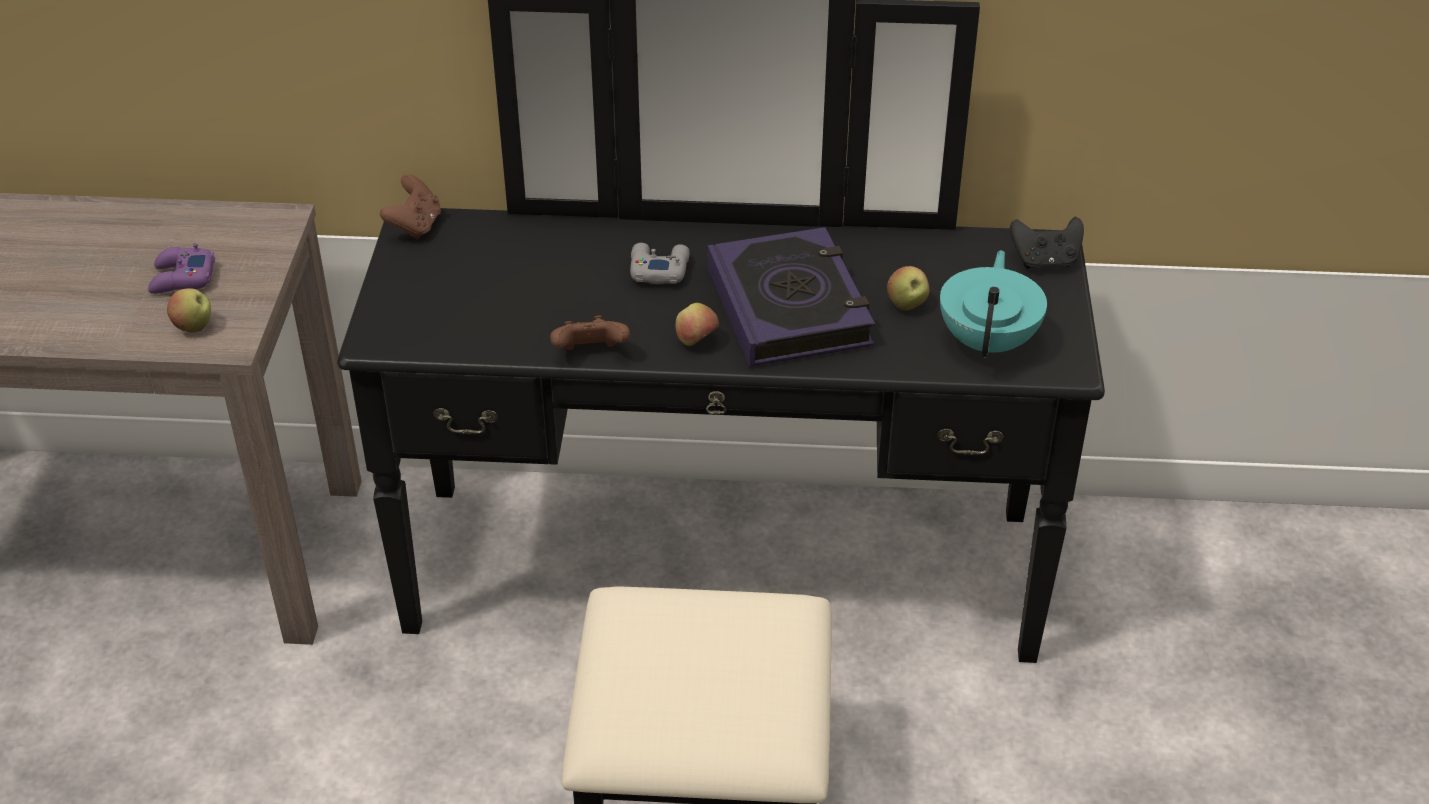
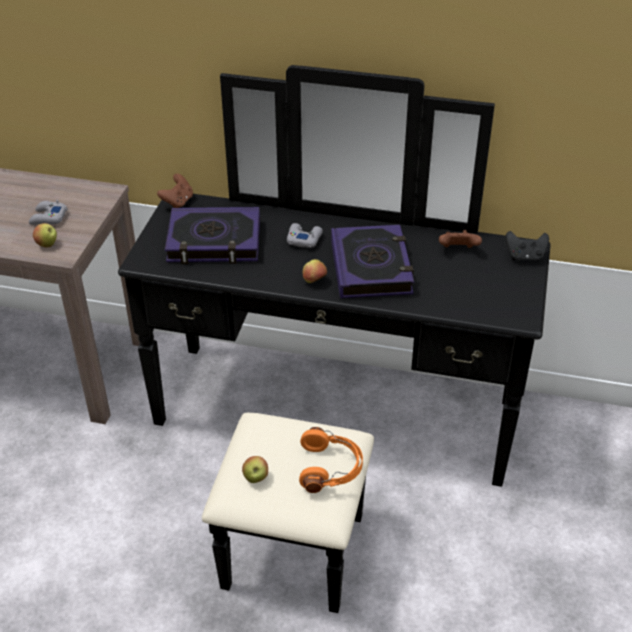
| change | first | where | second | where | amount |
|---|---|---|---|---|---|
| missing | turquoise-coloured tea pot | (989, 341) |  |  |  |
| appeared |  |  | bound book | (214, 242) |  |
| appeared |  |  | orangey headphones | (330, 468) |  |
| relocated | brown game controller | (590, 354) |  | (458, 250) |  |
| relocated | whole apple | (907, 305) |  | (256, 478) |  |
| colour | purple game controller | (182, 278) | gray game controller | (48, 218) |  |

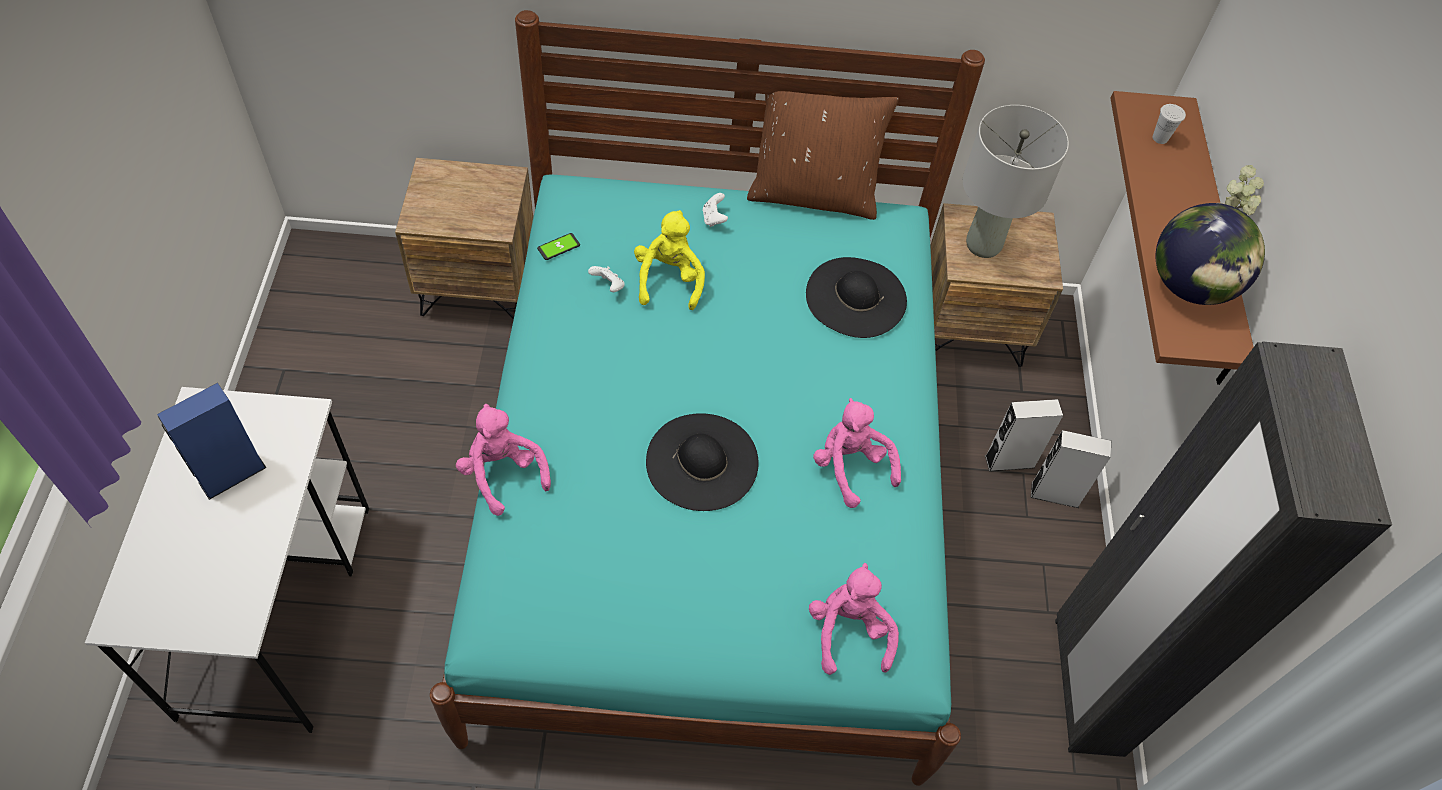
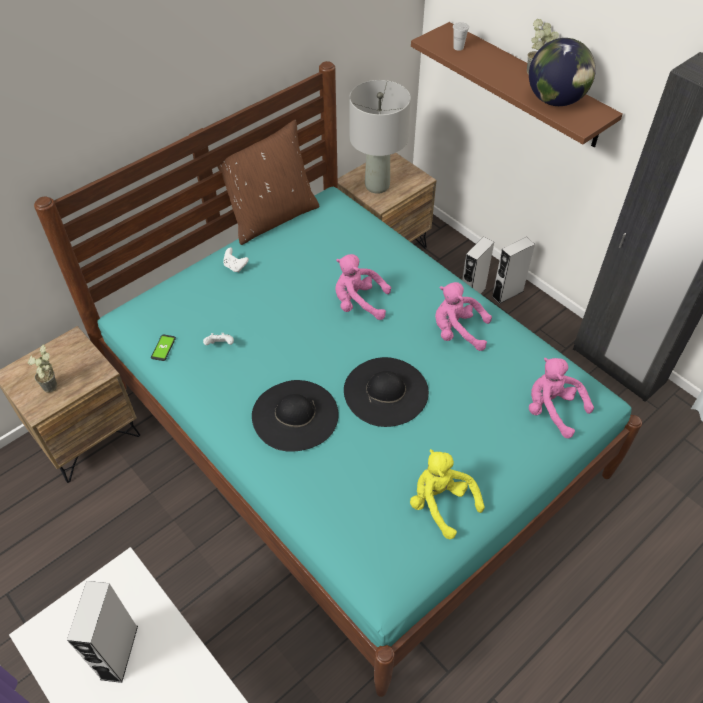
| change | first | where | second | where | amount |
|---|---|---|---|---|---|
| appeared |  |  | houseplant | (53, 389) |  |
| relocated | pinkish soft toy | (502, 473) |  | (358, 303) |  |
| relocated | yellowish soft toy | (669, 279) |  | (440, 503) |  |
| relocated | black hat | (855, 297) |  | (295, 415) |  |
| colour | blue audio speaker | (232, 475) | gray audio speaker | (119, 652) |  |

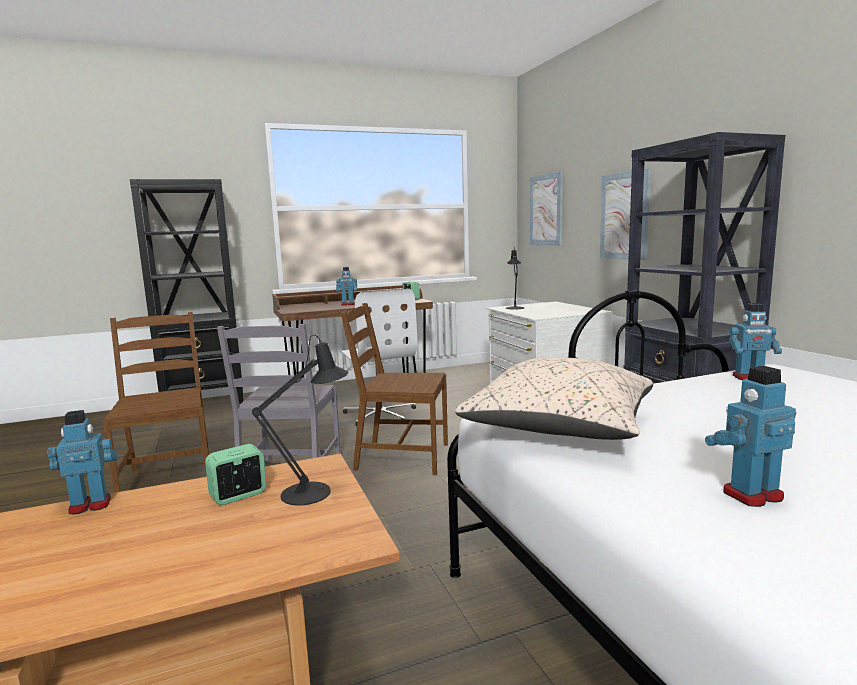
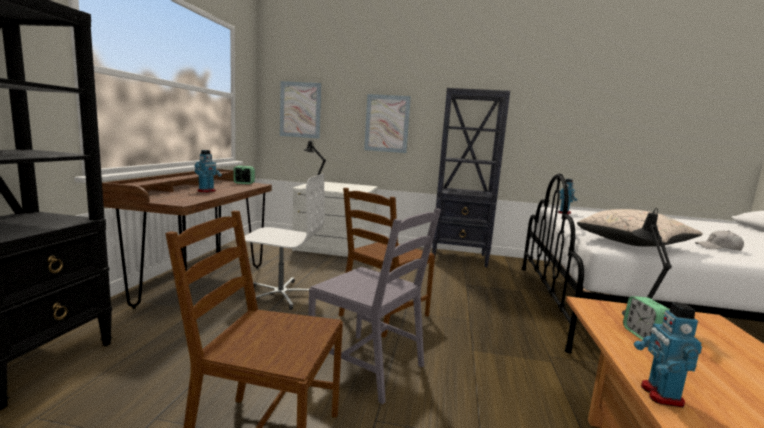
| change | first | where | second | where | amount |
|---|---|---|---|---|---|
| exchanged | toy robot | (751, 494) | whitish baseball cap | (718, 248) |  |

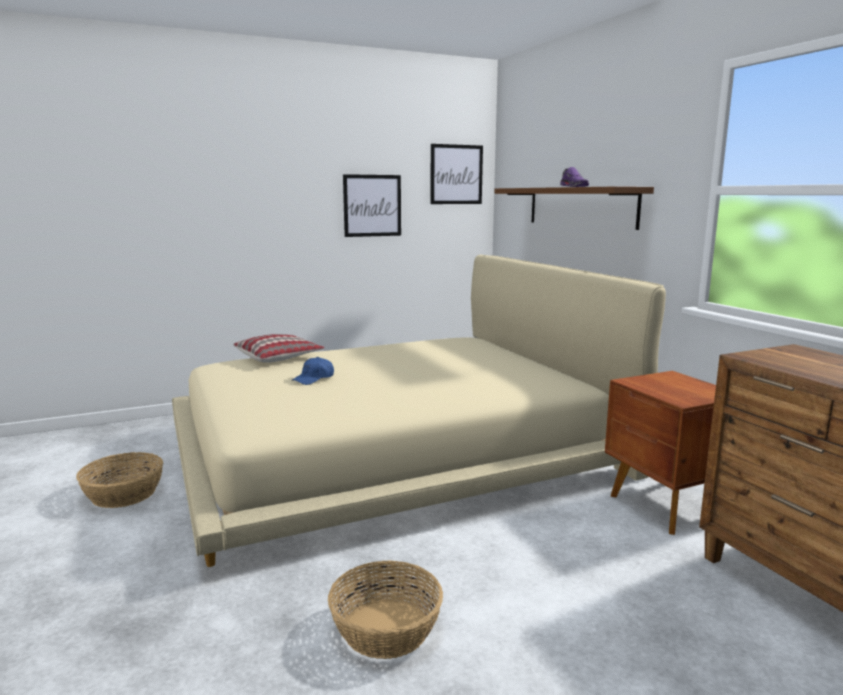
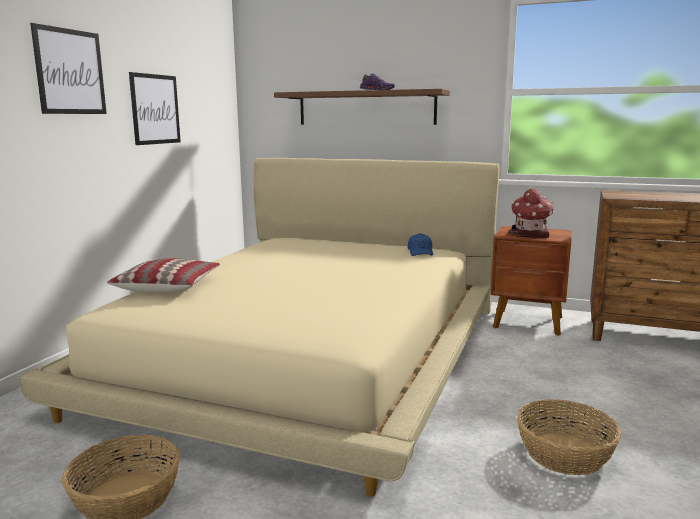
| change | first | where | second | where | amount |
|---|---|---|---|---|---|
| appeared |  |  | miniature house | (530, 234) |  |
| relocated | blue baseball cap | (314, 379) |  | (420, 252) |  |
| relocated | wall art | (456, 174) |  | (70, 72) |  |

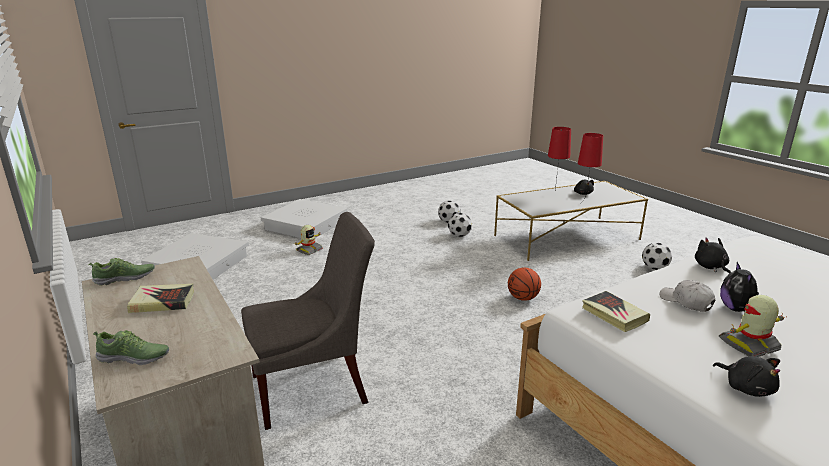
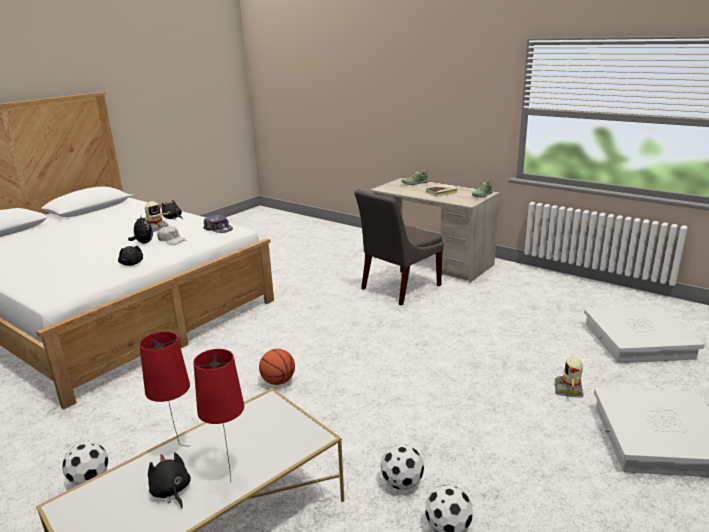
| change | first | where | second | where | amount |
|---|---|---|---|---|---|
| exchanged | bound book | (614, 315) | baseball cap | (218, 229) |  |

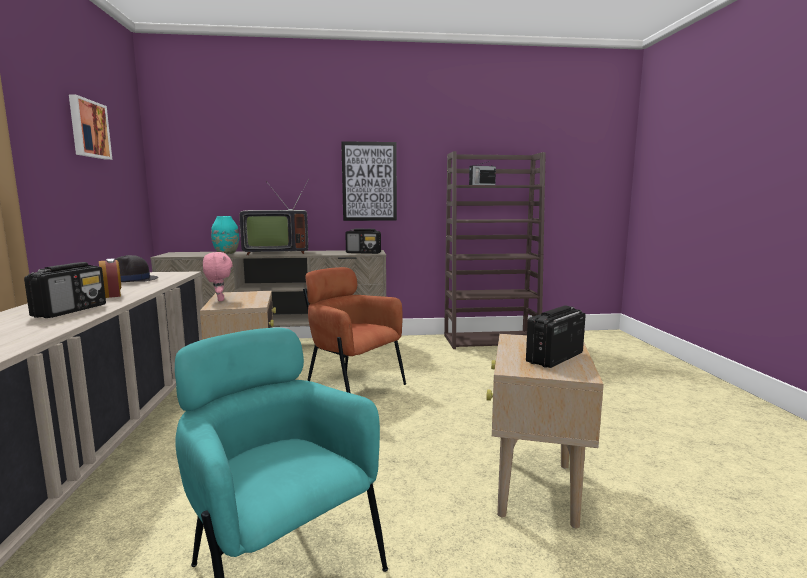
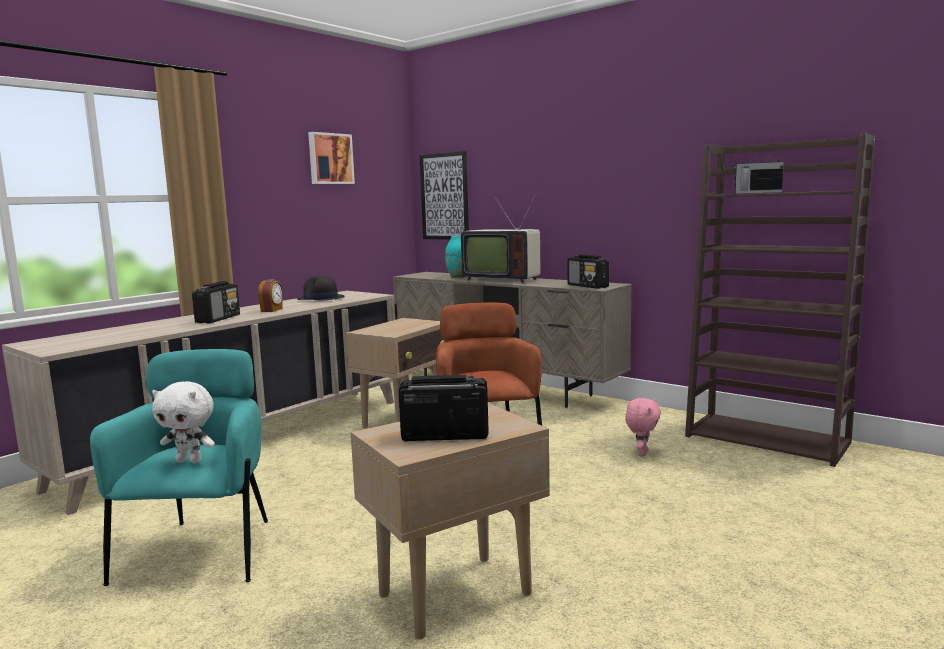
| change | first | where | second | where | amount |
|---|---|---|---|---|---|
| appeared |  |  | whitish soft toy | (190, 461) |  |
| relocated | pinkish soft toy | (219, 300) |  | (641, 453) |  |
| relocated | wall art | (369, 181) |  | (444, 196) |  |
| spun | radio set | (71, 310) |  | (218, 319) | 45 degrees counterclockwise |

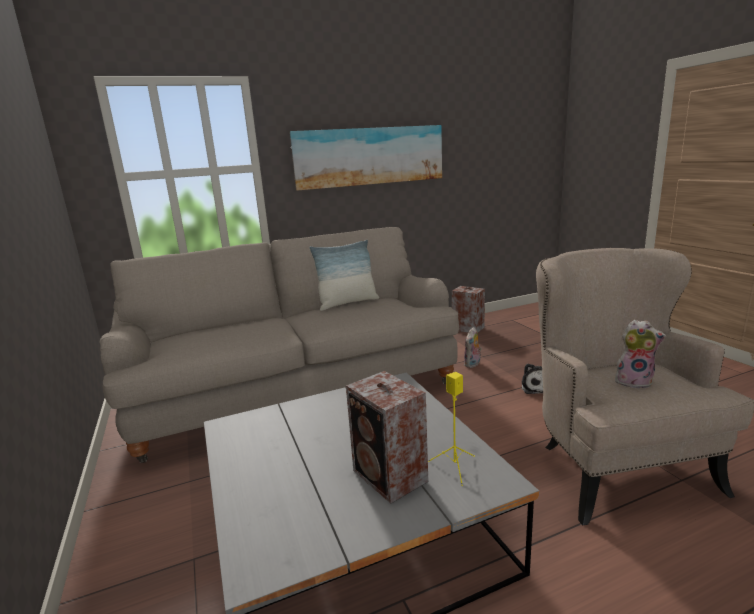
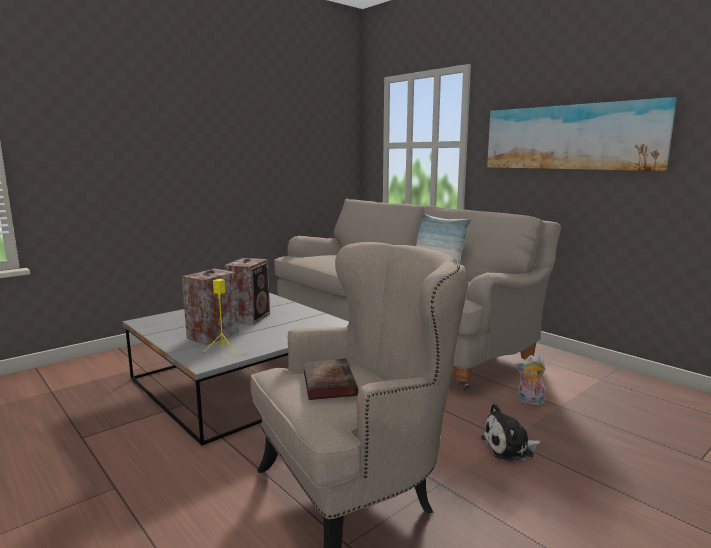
| change | first | where | second | where | amount |
|---|---|---|---|---|---|
| relocated | audio speaker | (467, 328) |  | (250, 317) |  |
| exchanged | soft toy | (634, 381) | bound book | (328, 382) |  |

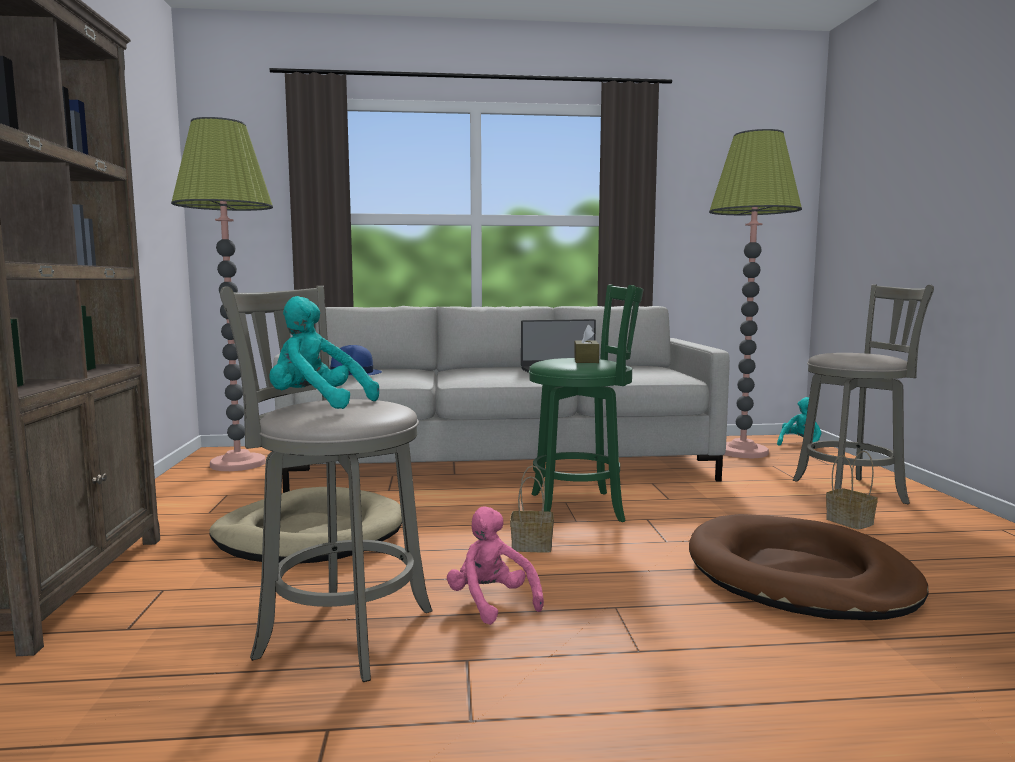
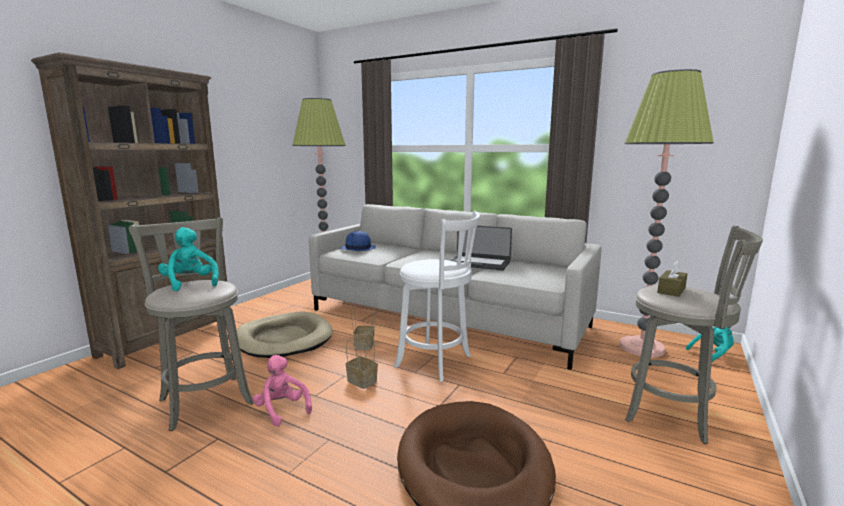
| change | first | where | second | where | amount |
|---|---|---|---|---|---|
| relocated | brown box of tissues | (586, 360) |  | (671, 290) |  |
| relocated | basket | (847, 521) |  | (364, 345) |  |
| colour | green stool | (582, 507) | whitish stool | (437, 362) |  |
| spun | pinkish soft toy | (491, 603) |  | (282, 410) | 45 degrees counterclockwise |

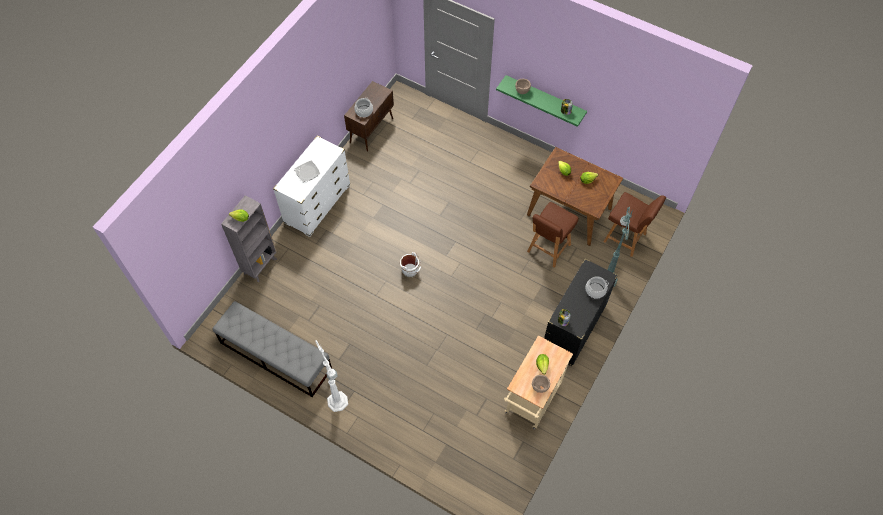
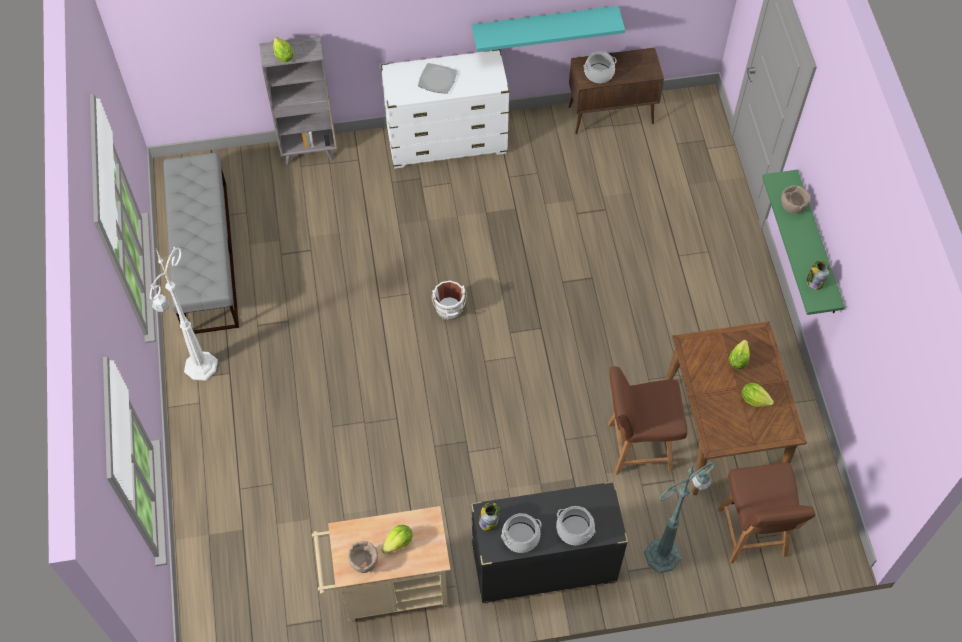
| change | first | where | second | where | amount |
|---|---|---|---|---|---|
| appeared |  |  | turquoise-coloured bracket shelf | (544, 24) |  |
| appeared |  |  | saucepot | (520, 536) |  |

